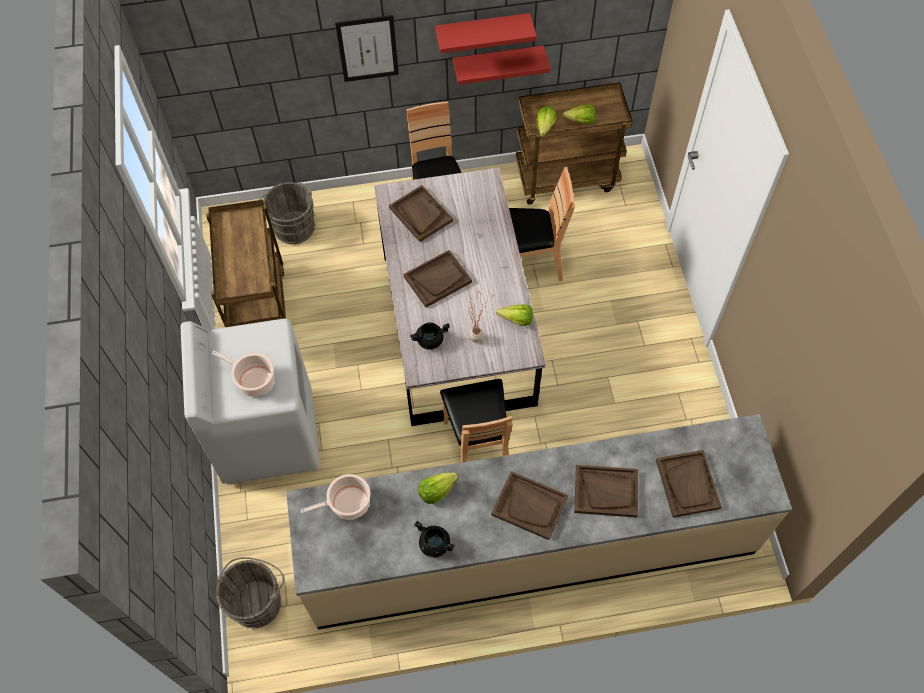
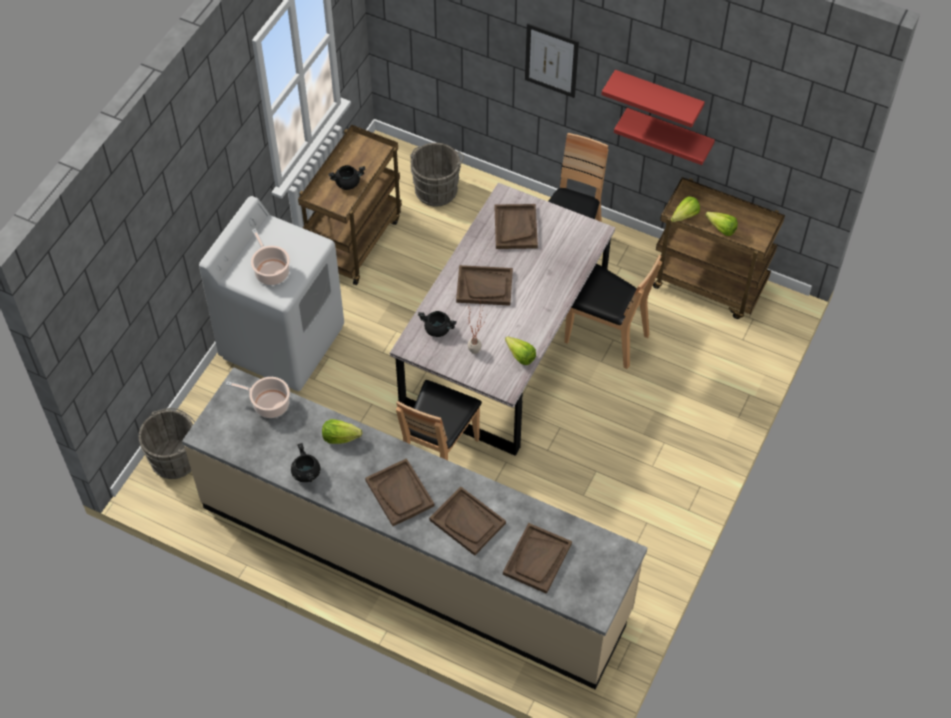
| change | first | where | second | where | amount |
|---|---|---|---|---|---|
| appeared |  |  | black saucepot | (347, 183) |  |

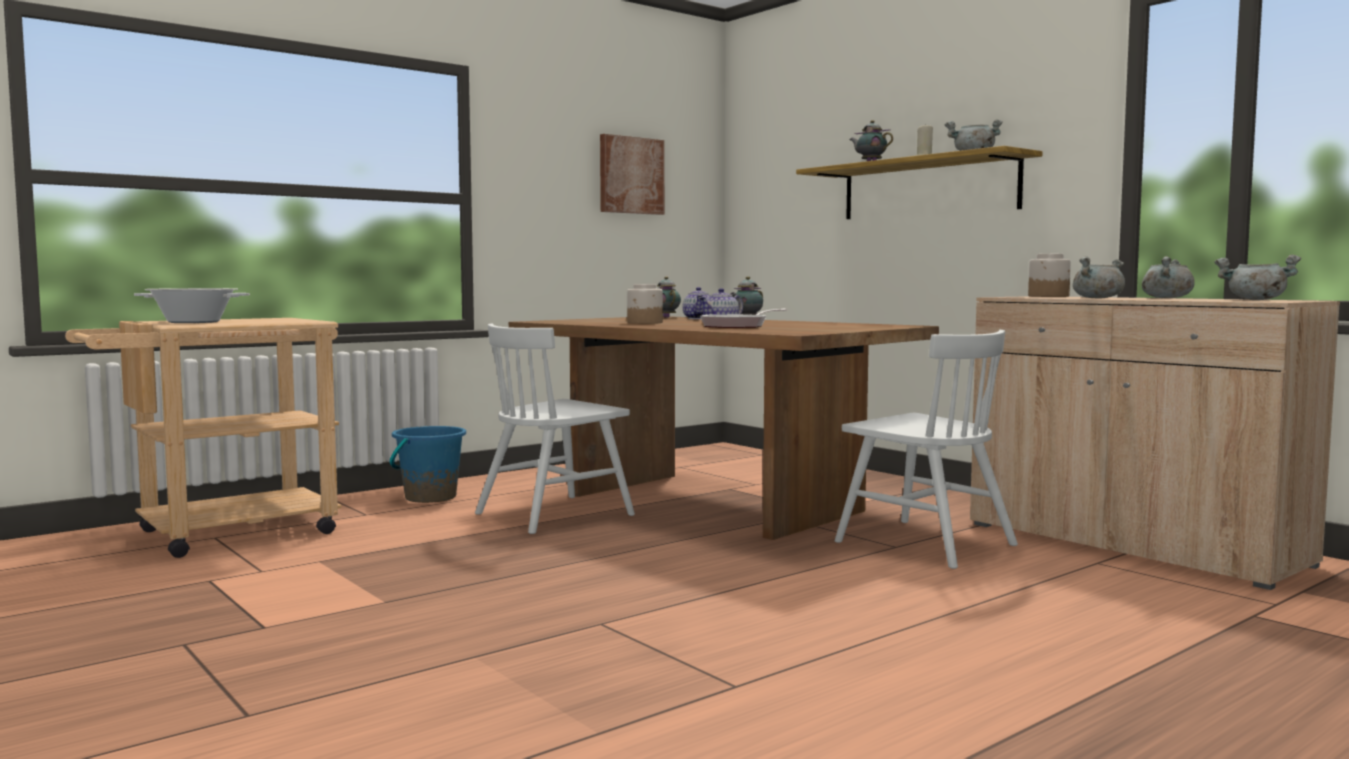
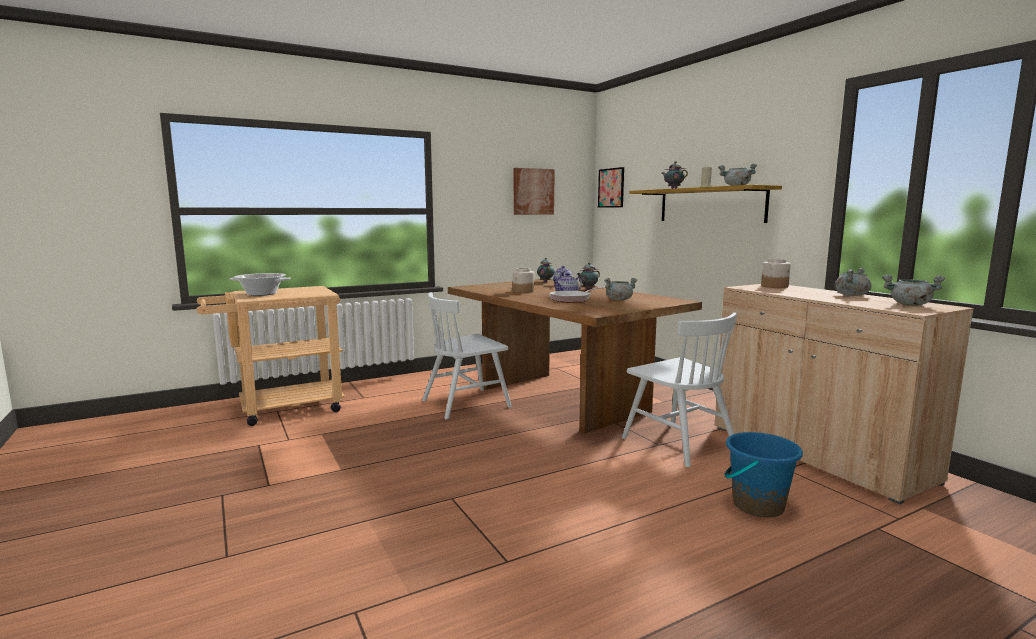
| change | first | where | second | where | amount |
|---|---|---|---|---|---|
| appeared |  |  | wall art | (611, 188) |  |
| relocated | blue bucket | (430, 497) |  | (757, 505) |  |
| relocated | gray saucepot | (1097, 298) |  | (619, 300) |  |

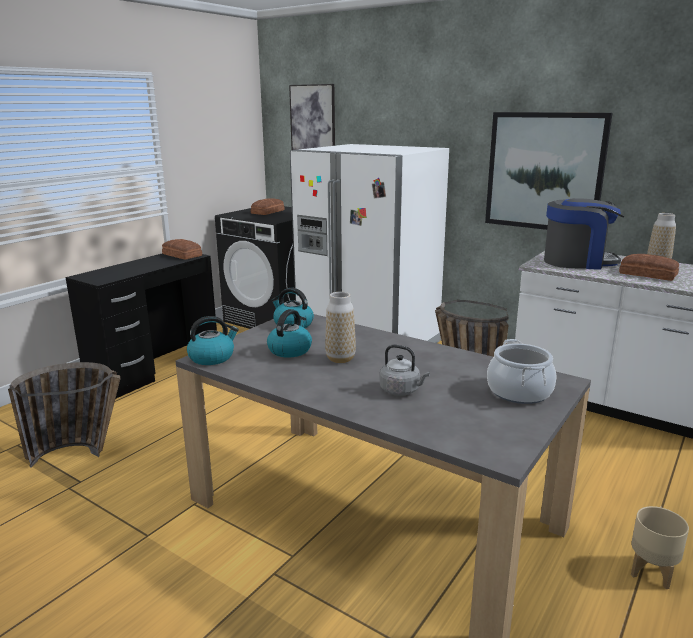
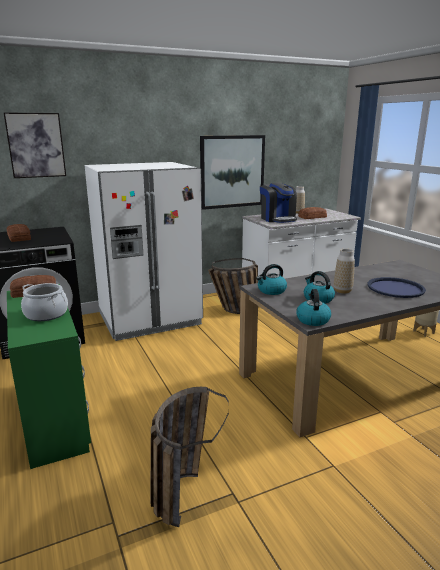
| change | first | where | second | where | amount |
|---|---|---|---|---|---|
| relocated | saucepot | (519, 392) |  | (46, 314) |  |
| exchanged | gray tea kettle | (401, 391) | blue serving tray | (395, 288) |  |
| colour | black desk unit | (155, 369) | green desk unit | (53, 416) |  |
| spun | coffee brewer | (578, 262) |  | (278, 219) | 120 degrees clockwise |

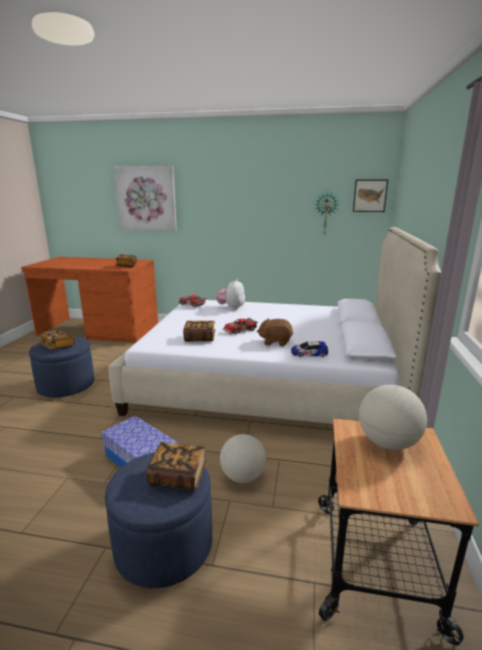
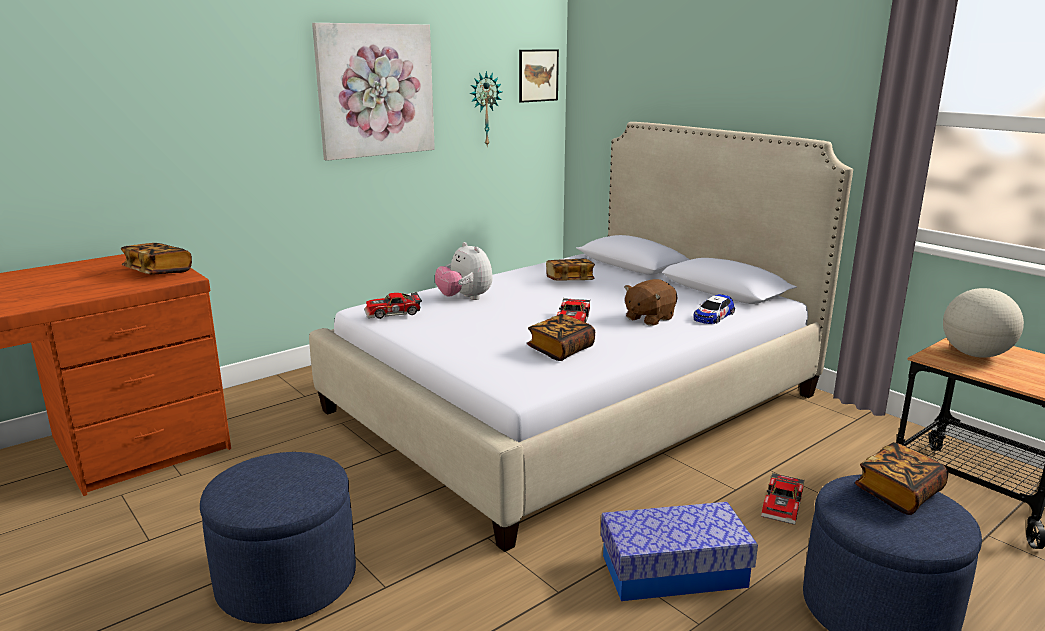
| change | first | where | second | where | amount |
|---|---|---|---|---|---|
| relocated | bound book | (57, 346) |  | (569, 281) |  |
| relocated | wall art | (146, 198) |  | (376, 90) |  |
| exchanged | desk globe | (243, 476) | model car | (784, 506) |  |

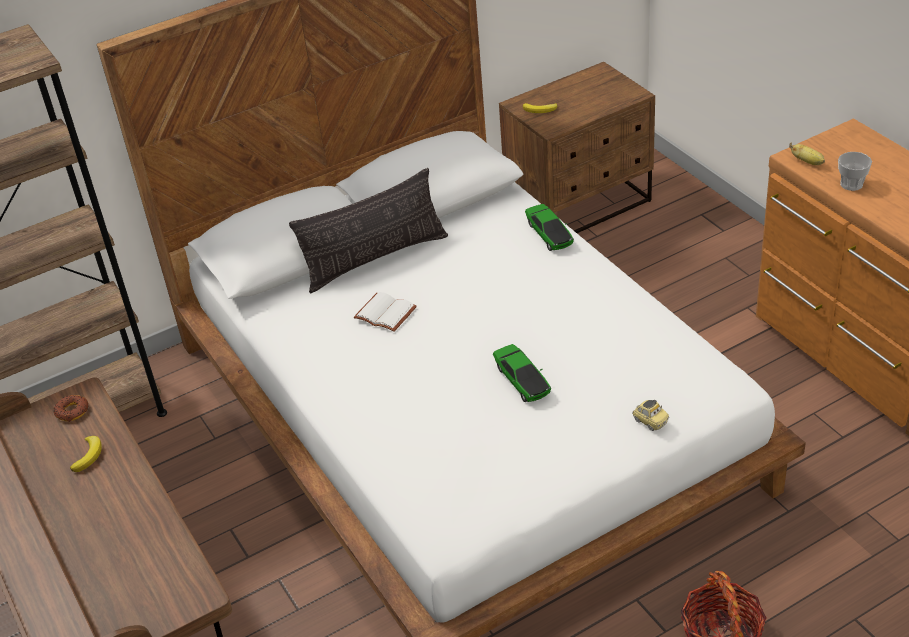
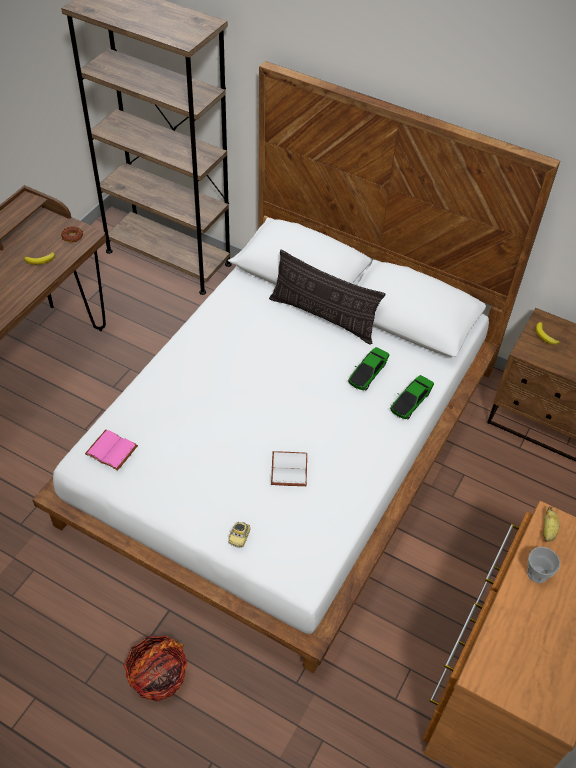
| change | first | where | second | where | amount |
|---|---|---|---|---|---|
| appeared |  |  | pinkish bound book | (113, 450) |  |
| relocated | whitish bound book | (383, 314) |  | (288, 469) |  |
| relocated | model car | (522, 380) |  | (368, 373) |  |

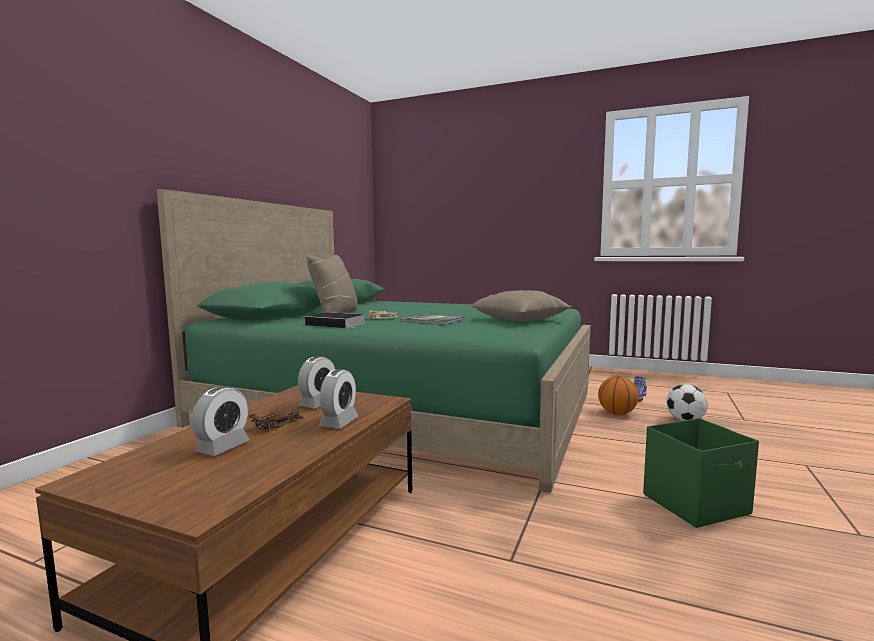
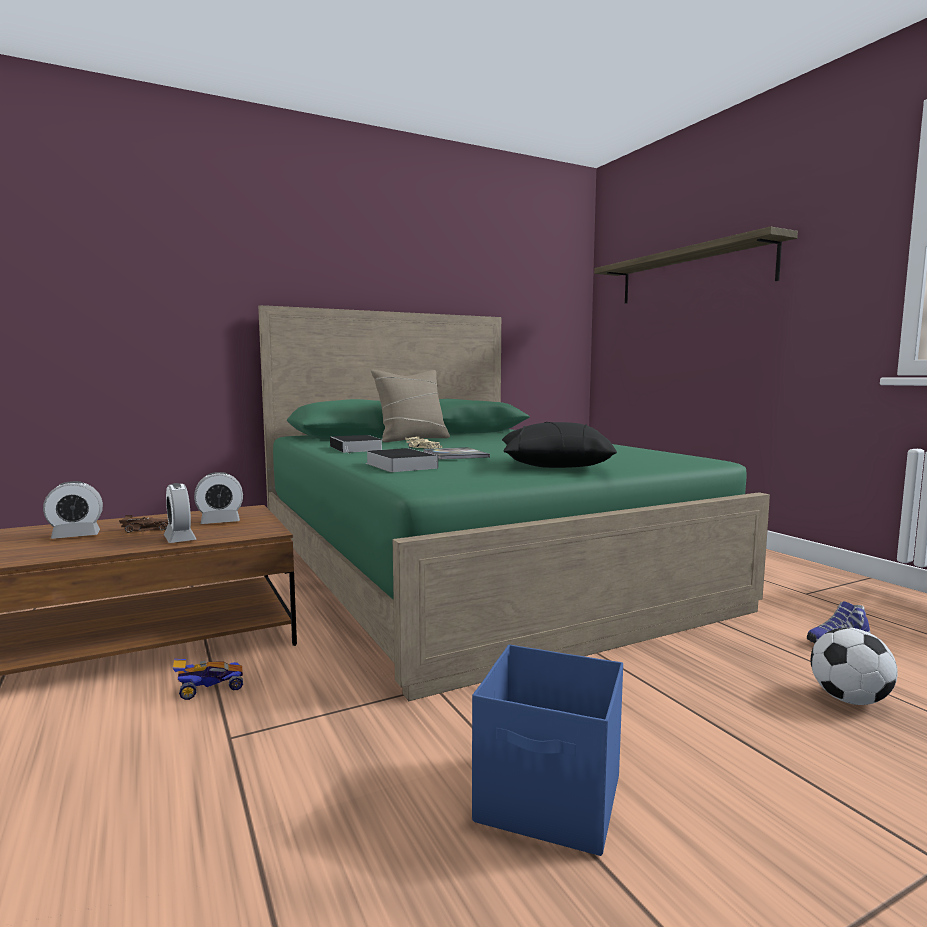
| change | first | where | second | where | amount |
|---|---|---|---|---|---|
| missing | basketball | (617, 413) |  |  |  |
| appeared |  |  | model car | (209, 688) |  |
| appeared |  |  | bound book | (399, 465) |  |
| appeared |  |  | bracket shelf | (692, 273) |  |
| colour | beige-coloured throw pillow | (519, 320) | black throw pillow | (554, 465) |  |
| colour | green storage box | (697, 504) | blue storage box | (551, 801) |  |
| spun | alarm clock | (339, 422) |  | (180, 538) | 90 degrees clockwise |

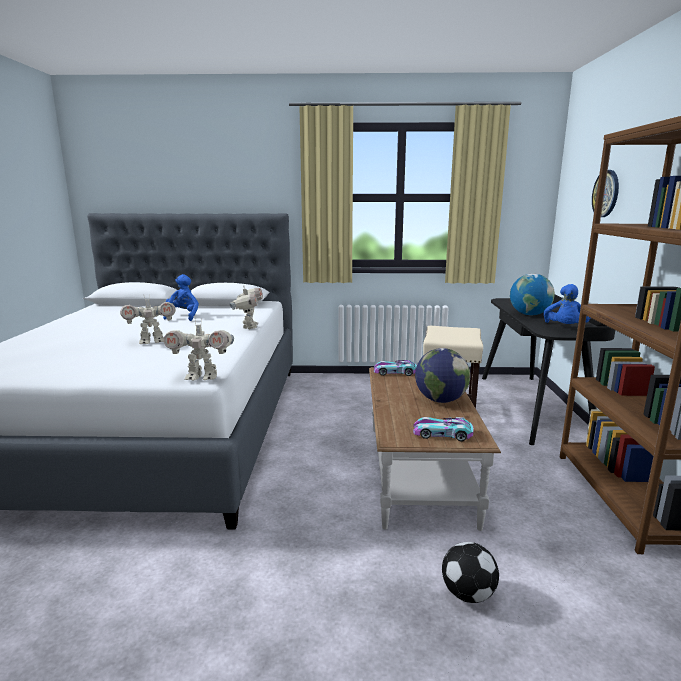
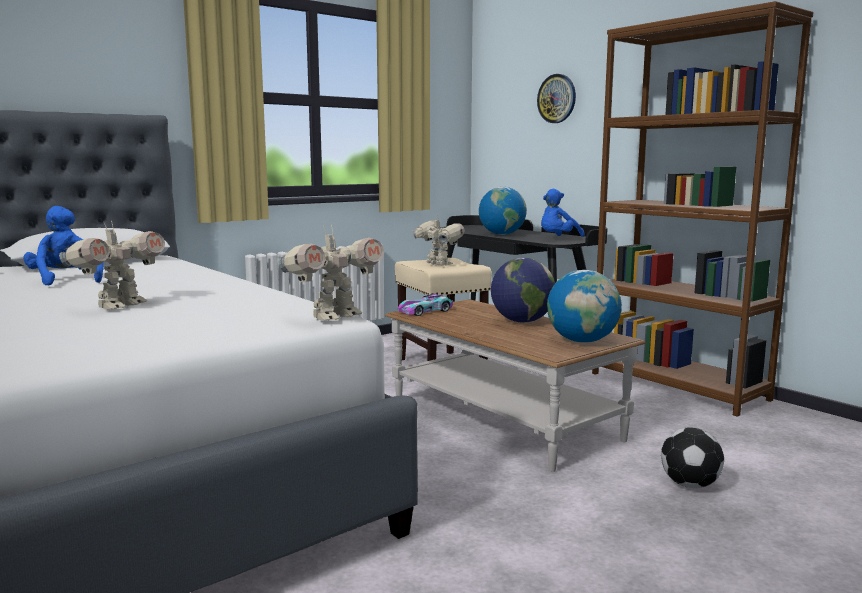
| change | first | where | second | where | amount |
|---|---|---|---|---|---|
| relocated | toy robot | (248, 327) |  | (438, 264) |  |
| exchanged | model car | (442, 434) | desk globe | (582, 341) |  |
| spun | blue soft toy | (565, 328) |  | (558, 238) | 75 degrees clockwise |

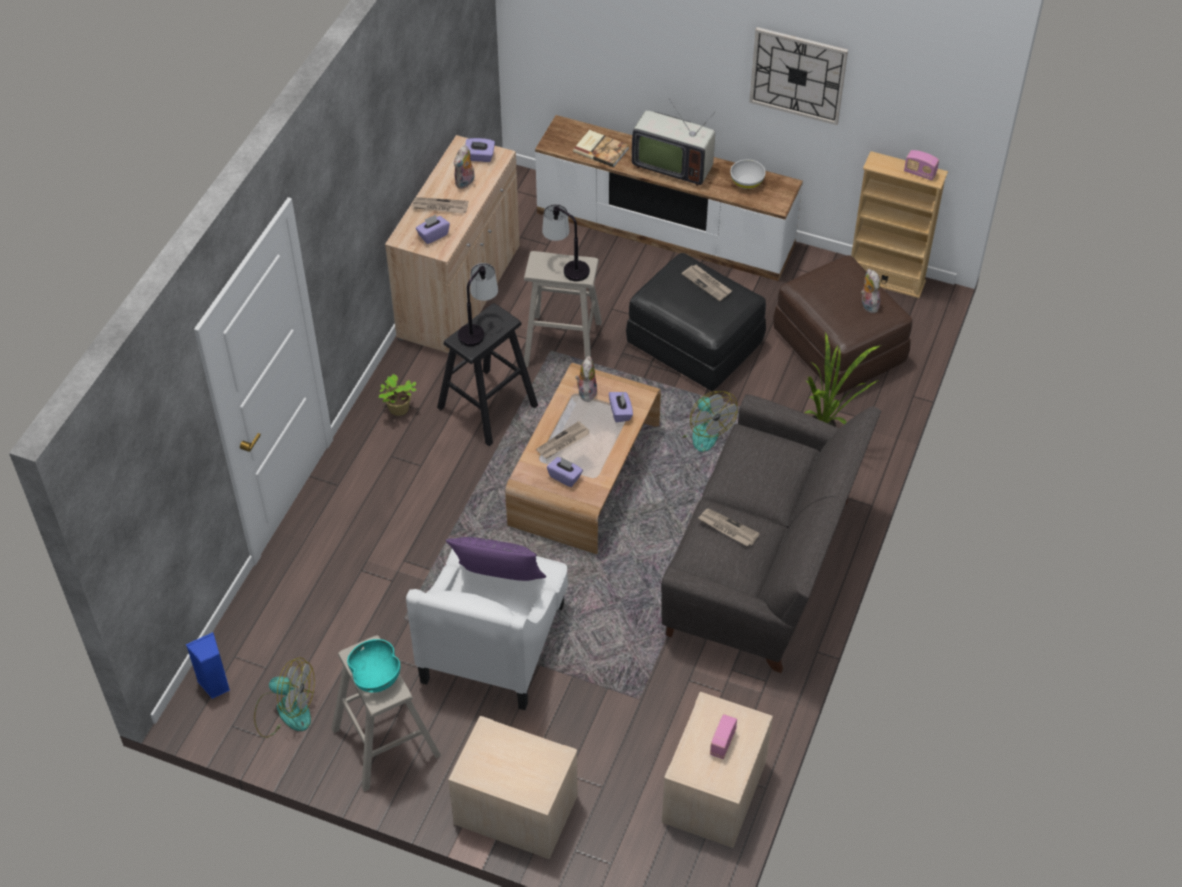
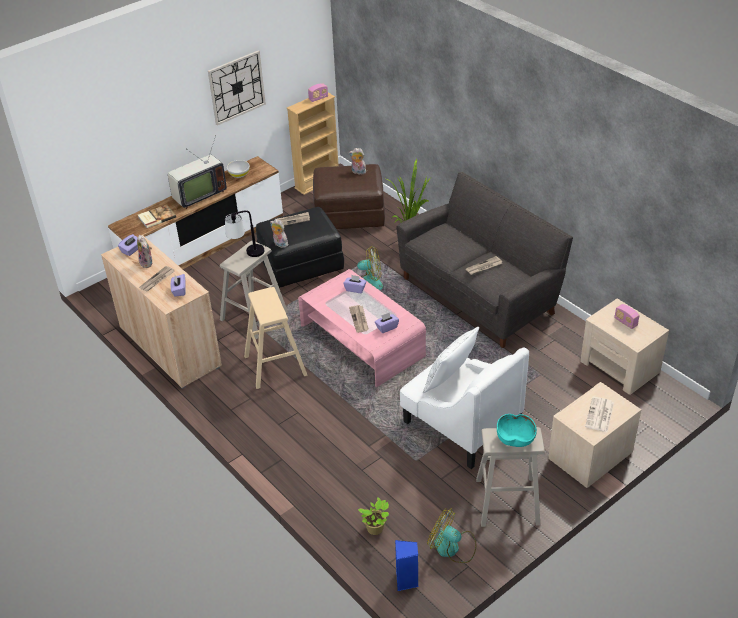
| change | first | where | second | where | amount |
|---|---|---|---|---|---|
| missing | table lamp | (478, 328) |  |  |  |
| appeared |  |  | daily paper | (599, 415) |  |
| relocated | houseplant | (398, 410) |  | (376, 529) |  |
| relocated | soft toy | (586, 391) |  | (279, 244) |  |
| colour | black stool | (487, 407) | beige-coloured stool | (275, 365) |  |
| colour | purple throw pillow | (498, 582) | whitish throw pillow | (450, 380) |  |
| colour | brown low table | (584, 474) | pinkish low table | (362, 341) |  |
| spun | electric fan | (285, 710) |  | (452, 547) | 105 degrees counterclockwise |

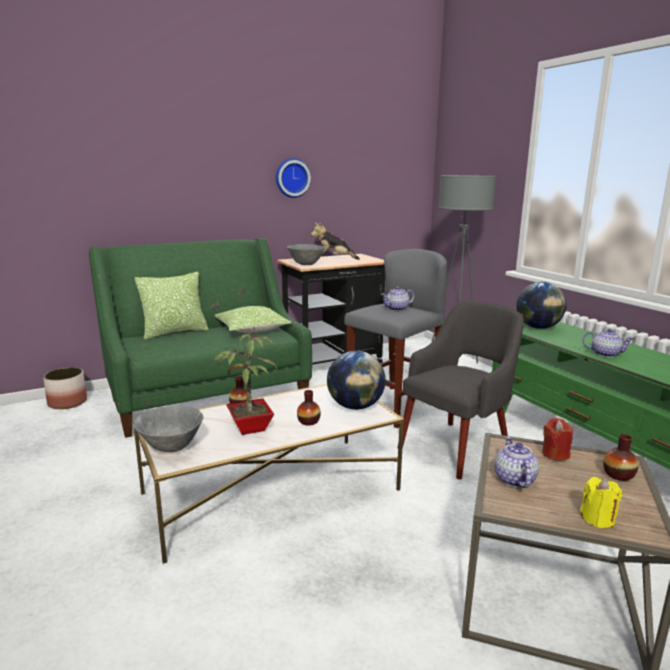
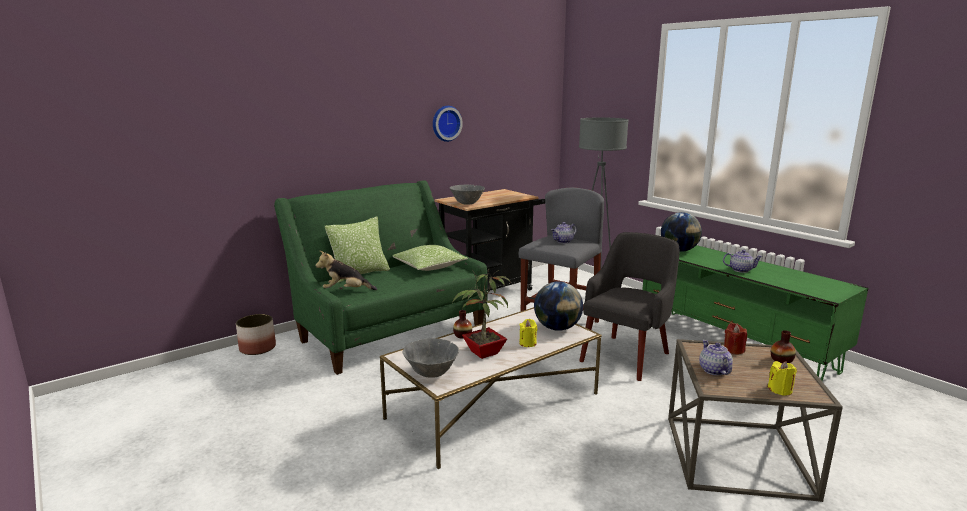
| change | first | where | second | where | amount |
|---|---|---|---|---|---|
| relocated | soft toy | (334, 259) |  | (346, 291) |  |
| exchanged | flower vase | (308, 421) | yellowish wax candle | (527, 343) |  |

